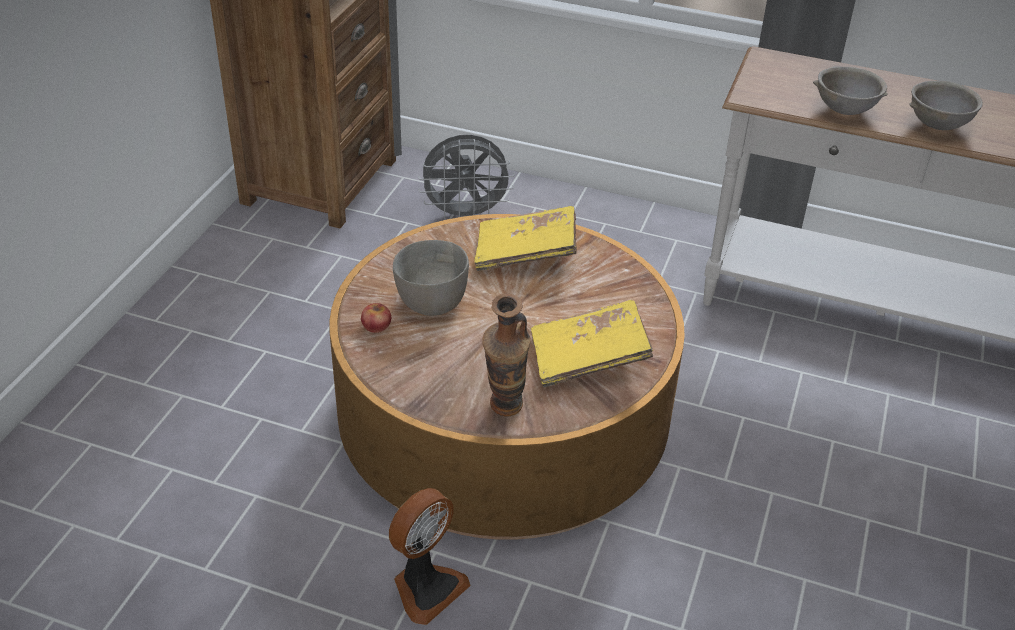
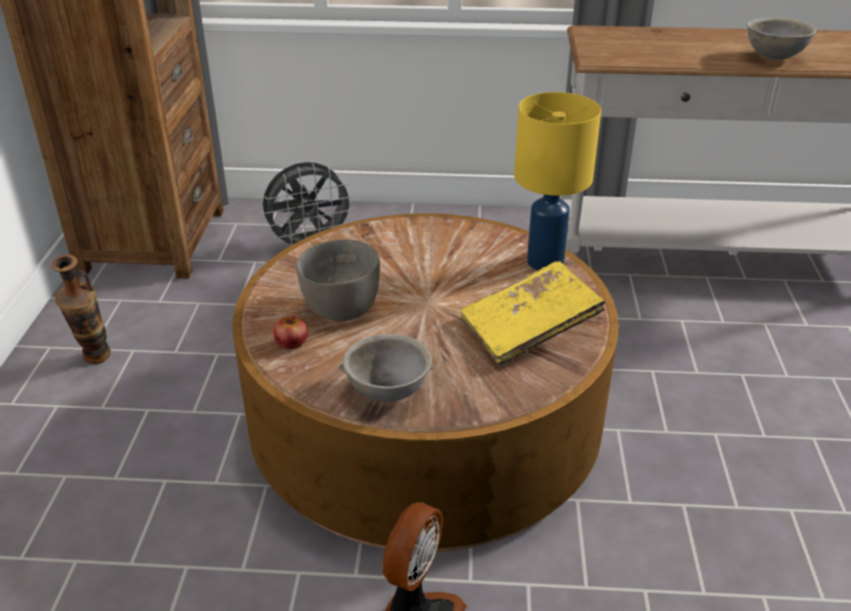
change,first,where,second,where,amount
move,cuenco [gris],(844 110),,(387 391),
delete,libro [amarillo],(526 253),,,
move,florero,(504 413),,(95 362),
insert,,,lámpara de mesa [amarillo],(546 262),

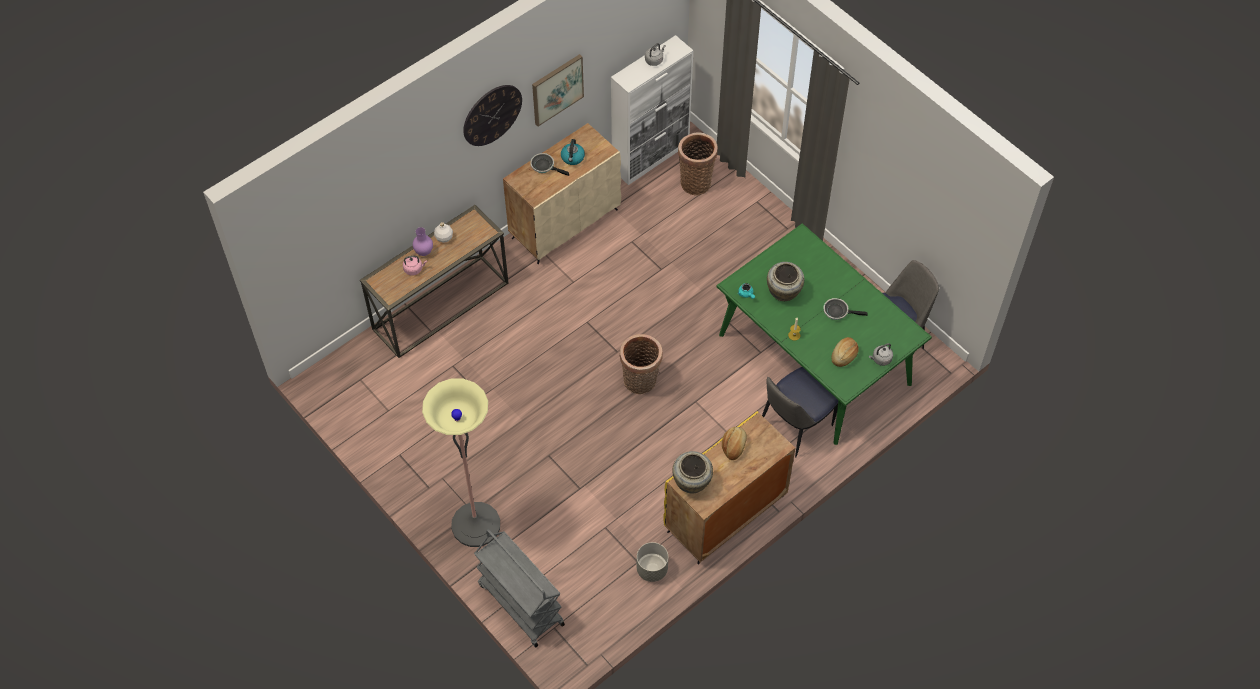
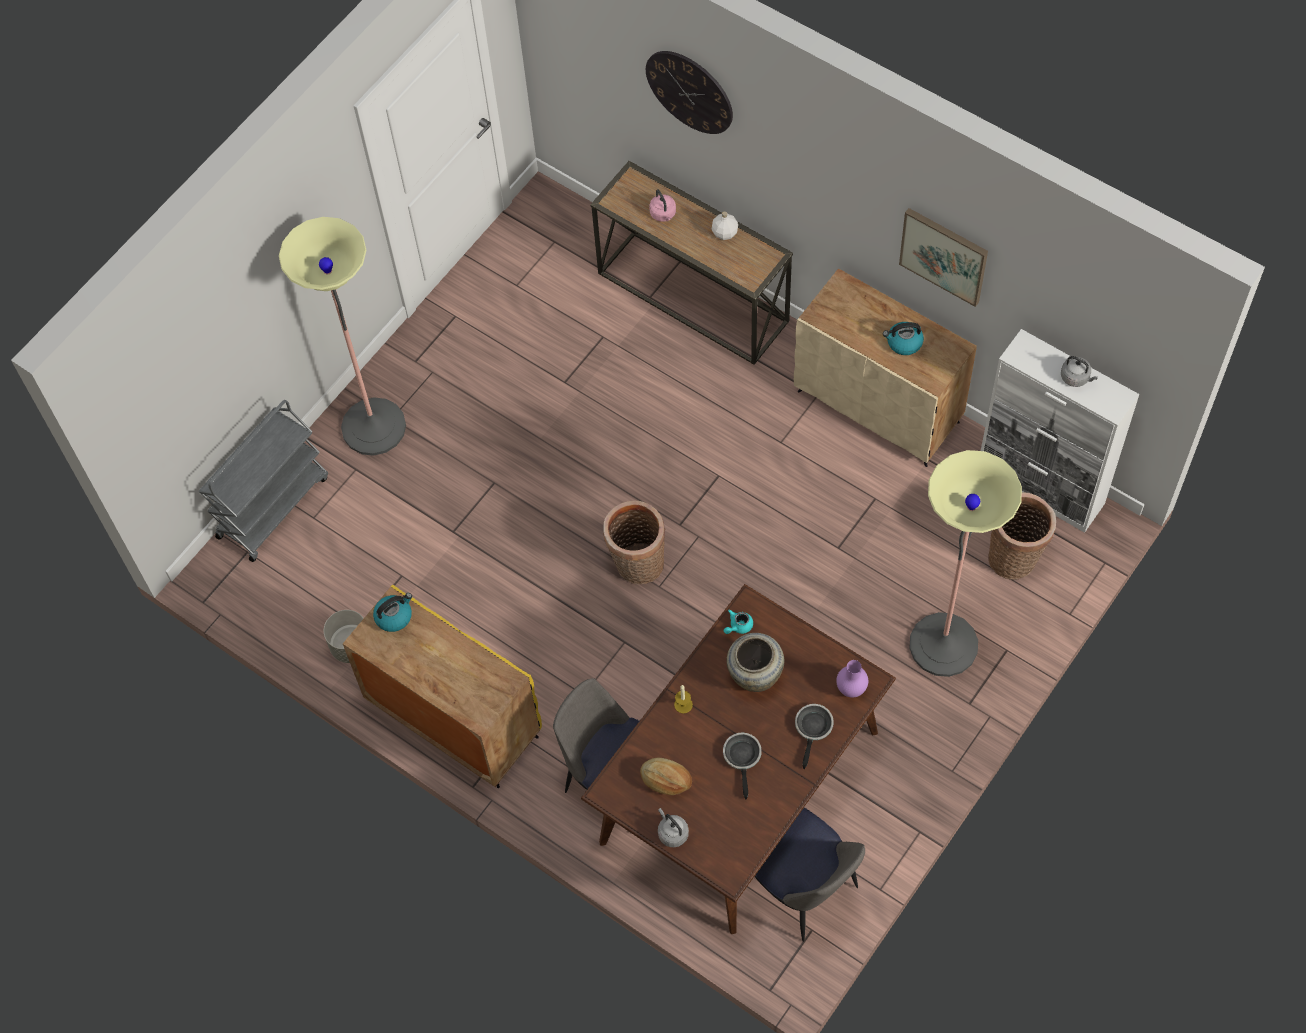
change,first,where,second,where,amount
move,reloj de pared,(492 115),,(689 91),
move,sartén,(544 166),,(813 728),
recolor,mesa de comedor [verde],(815 359),mesa de comedor [marrón],(739 788),
move,florero [morado],(423 252),,(851 688),
delete,pan,(734 446),,,
replace,florero [beis],(691 483),hervidor,(394 616),
insert,,,lámpara de pie,(943 645),

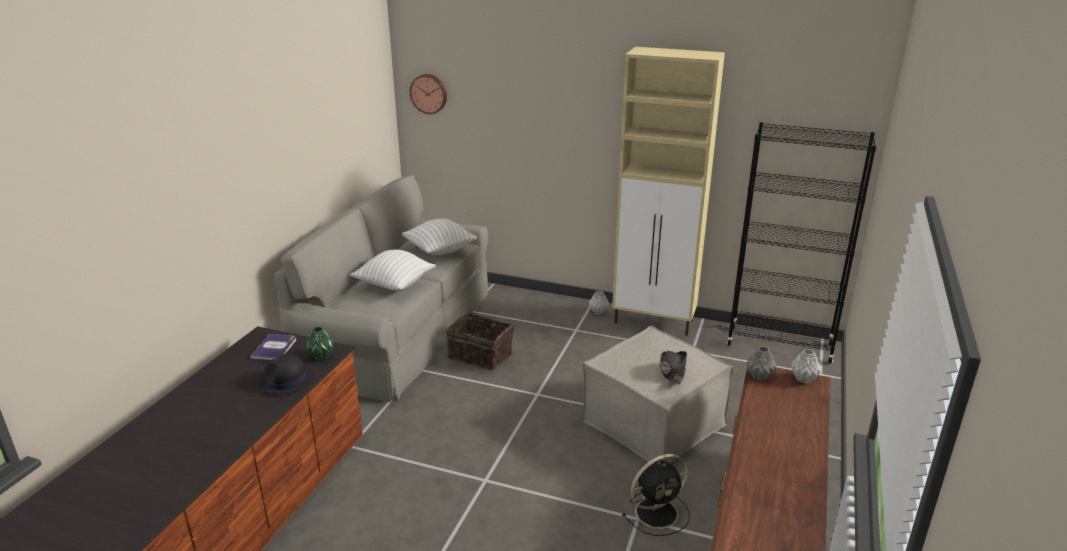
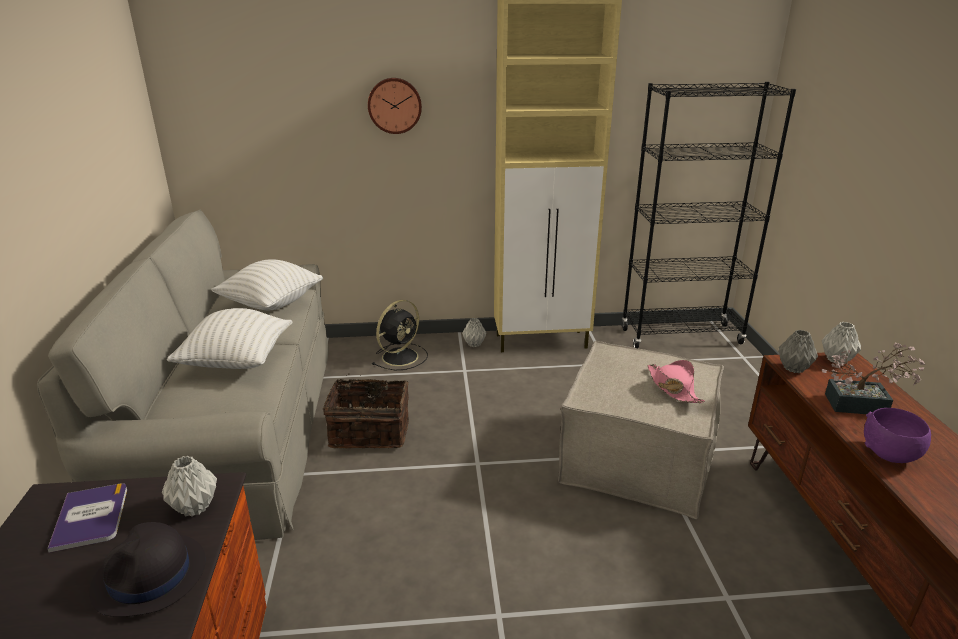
change,first,where,second,where,amount
move,reloj de pared,(429 93),,(394 105),
recolor,florero [verde],(321 356),florero [gris],(194 508),
recolor,sombrero [negro],(672 370),sombrero [rosa],(673 388),
move,ventilador [negro],(658 512),,(401 356),
insert,,,planta en maceta,(863 405),
insert,,,cuenco [morado],(890 454),

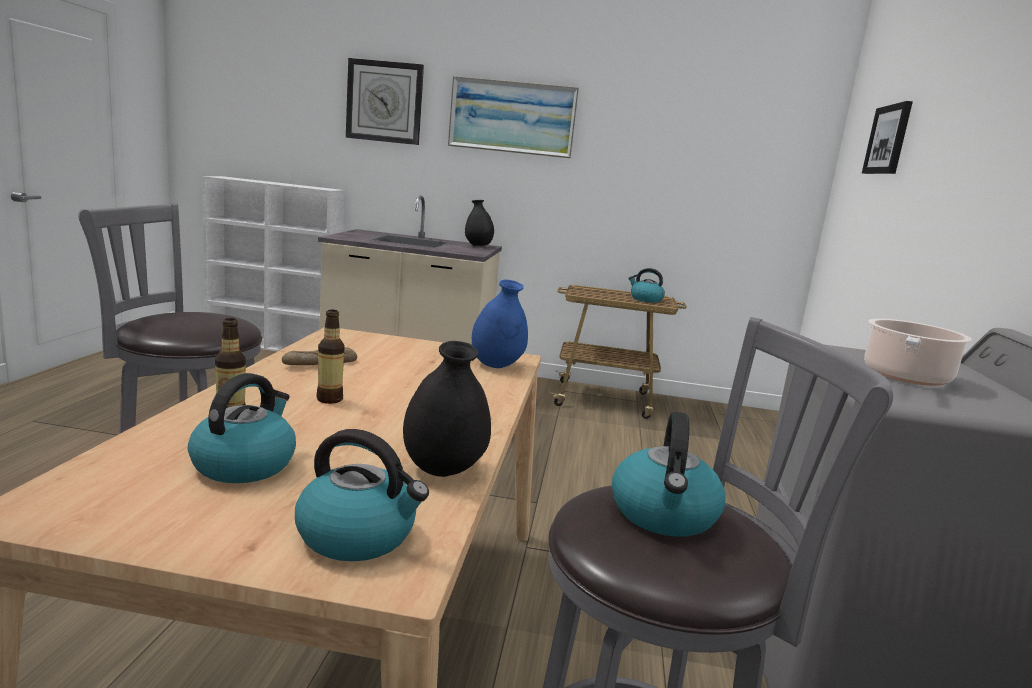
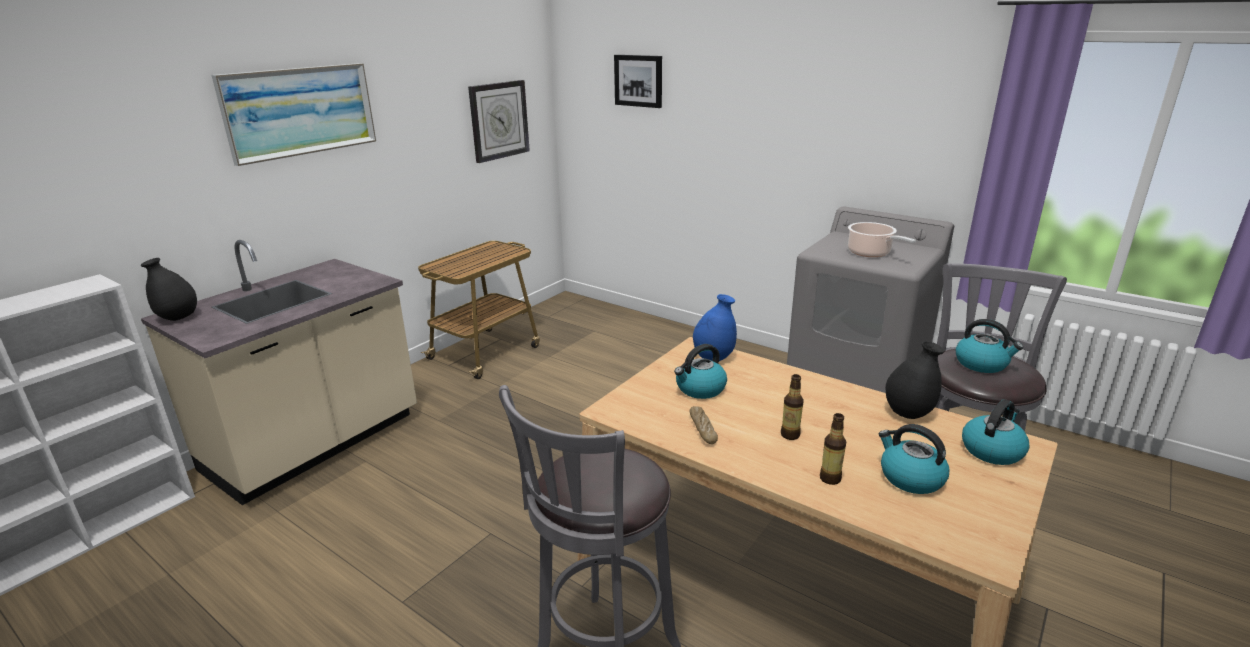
change,first,where,second,where,amount
move,reloj de pared,(384 102),,(499 120),
move,florero [negro],(478 246),,(178 318),
move,hervidor,(645 299),,(700 389),

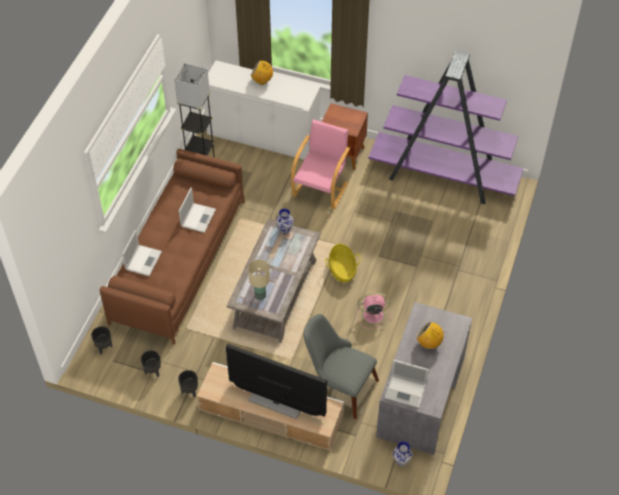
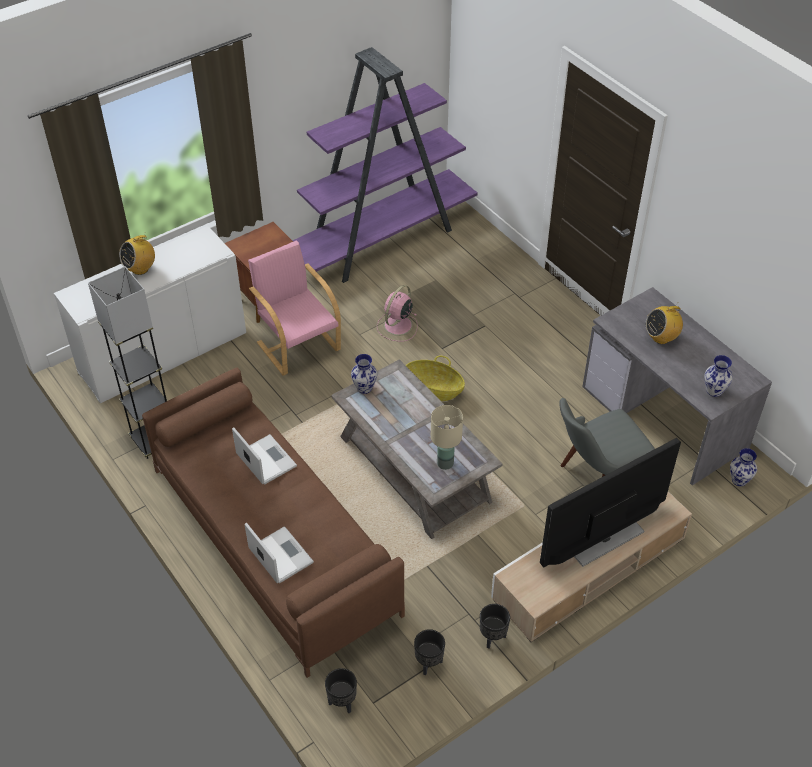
change,first,where,second,where,amount
move,ventilador [rosa],(372 315),,(397 326),
replace,portátil,(406 391),florero,(714 390),

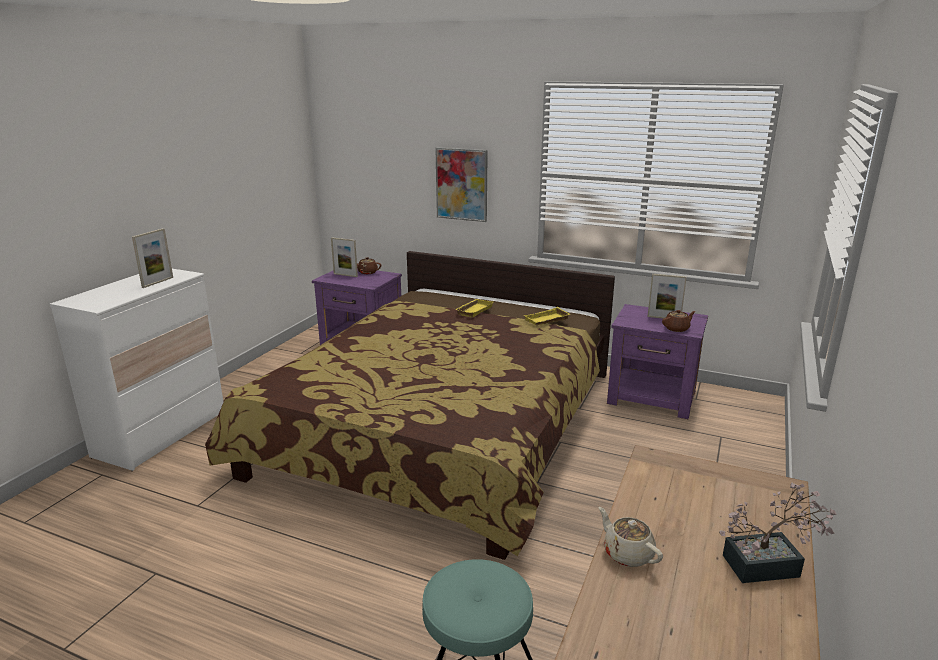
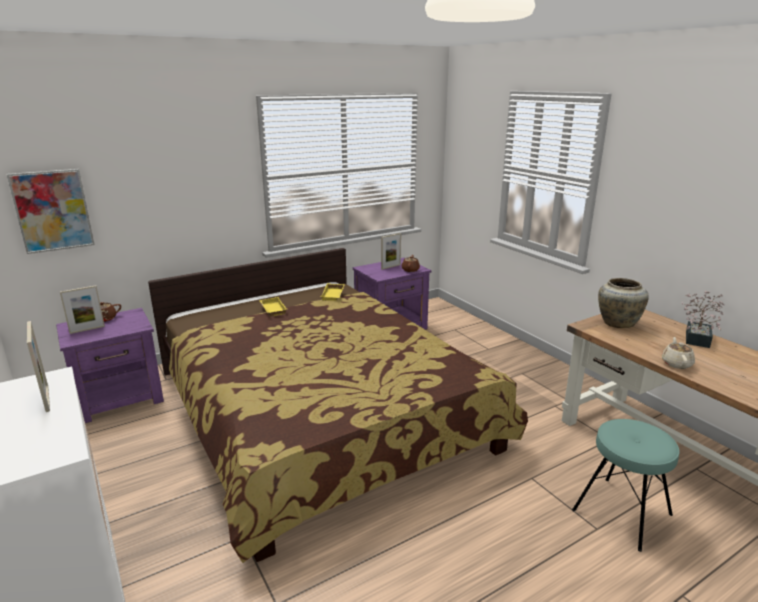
change,first,where,second,where,amount
move,cuadro,(461 184),,(52 211),
rotate,tetera [beis],(627 553),,(676 363),105 degrees clockwise
insert,,,florero [beis],(618 323),

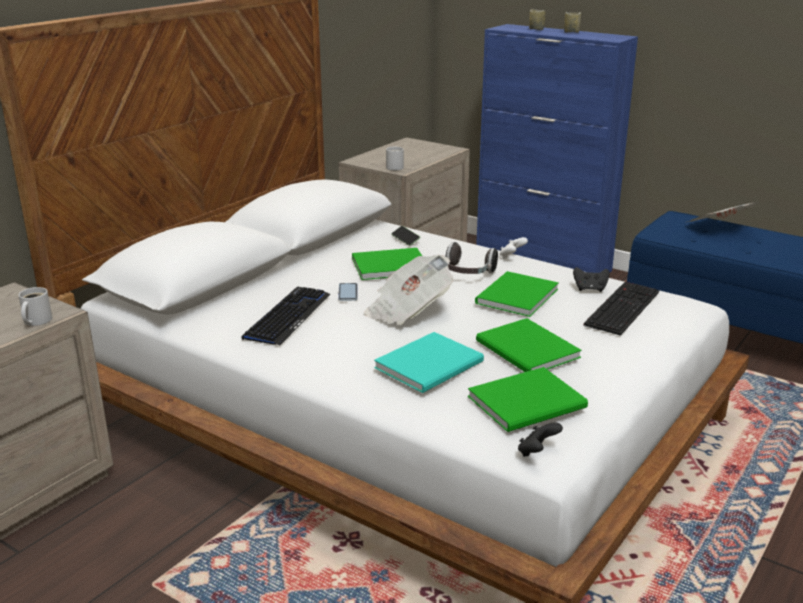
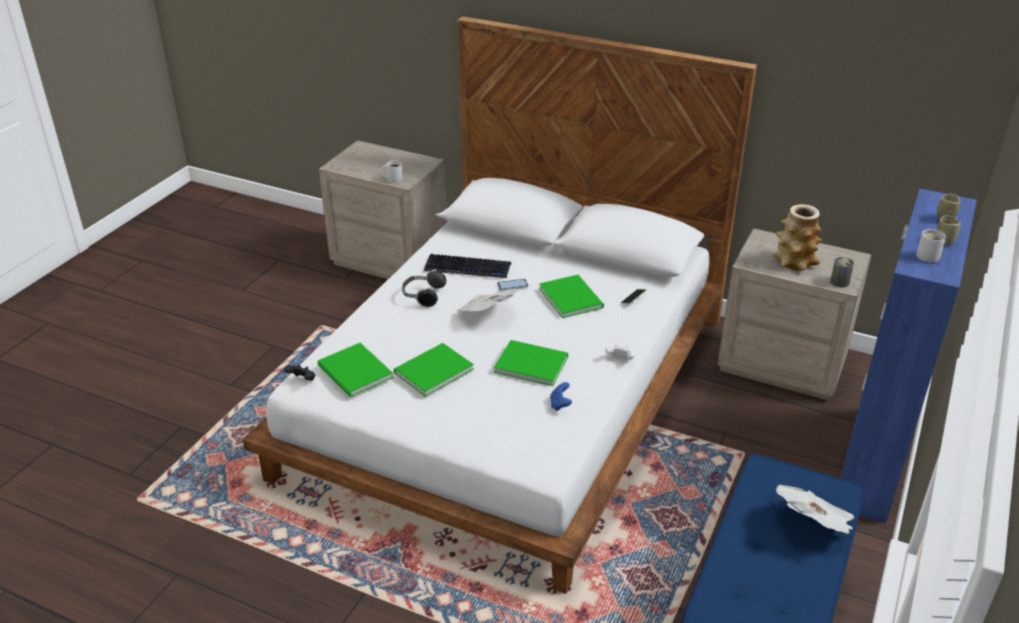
change,first,where,second,where,amount
move,taza grande [blanco],(394 167),,(930 256),
move,auriculares,(468 274),,(423 296),
recolor,mando de consola [negro],(590 289),mando de consola [azul],(560 404),
delete,teclado,(621 307),,,
delete,libro [turquesa],(432 364),,,
insert,,,florero,(794 262),
insert,,,lata,(839 282),

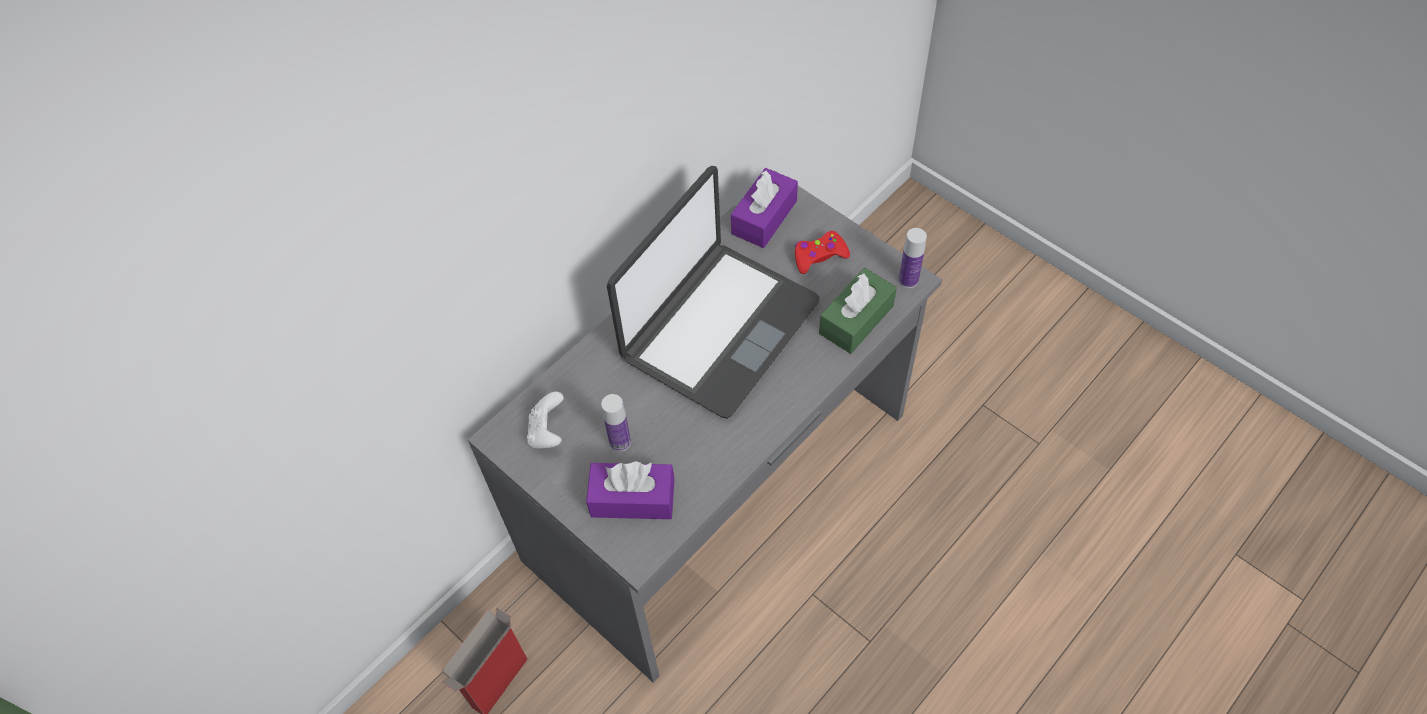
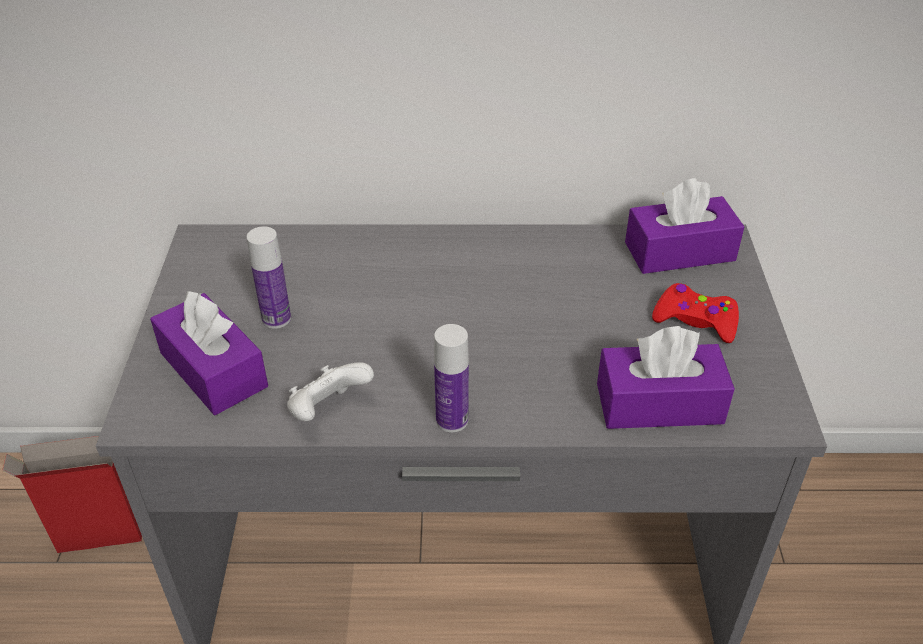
change,first,where,second,where,amount
delete,portátil,(718 329),,,
move,botella,(908 280),,(452 420),
recolor,caja de pañuelos [verde],(856 319),caja de pañuelos [morado],(659 403),
move,mando de consola [blanco],(547 432),,(328 410),

